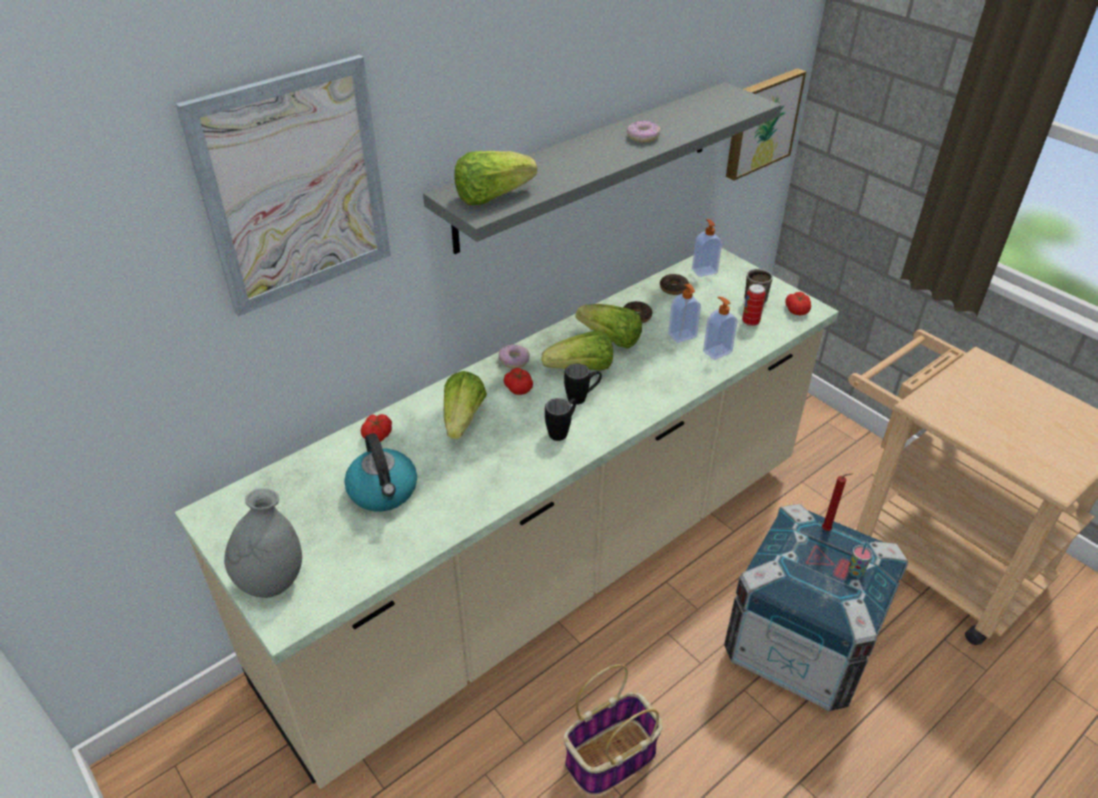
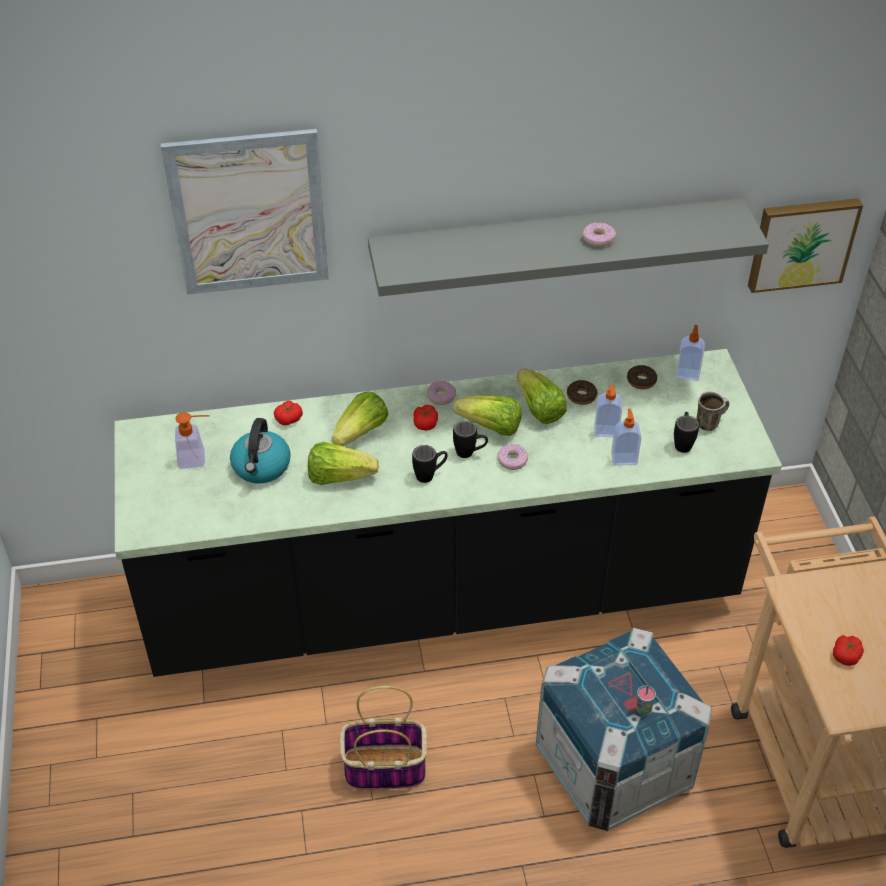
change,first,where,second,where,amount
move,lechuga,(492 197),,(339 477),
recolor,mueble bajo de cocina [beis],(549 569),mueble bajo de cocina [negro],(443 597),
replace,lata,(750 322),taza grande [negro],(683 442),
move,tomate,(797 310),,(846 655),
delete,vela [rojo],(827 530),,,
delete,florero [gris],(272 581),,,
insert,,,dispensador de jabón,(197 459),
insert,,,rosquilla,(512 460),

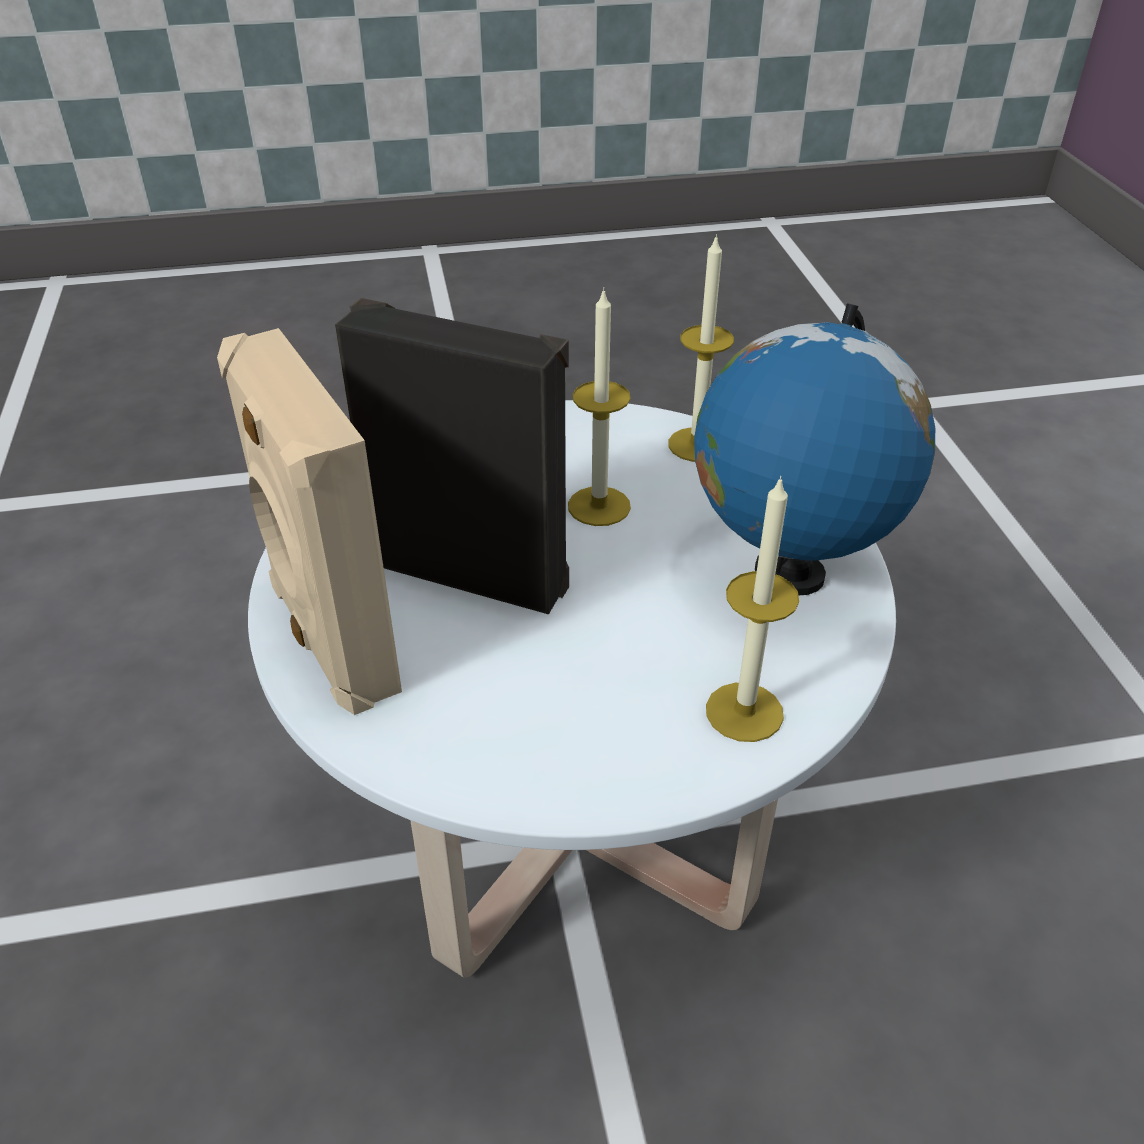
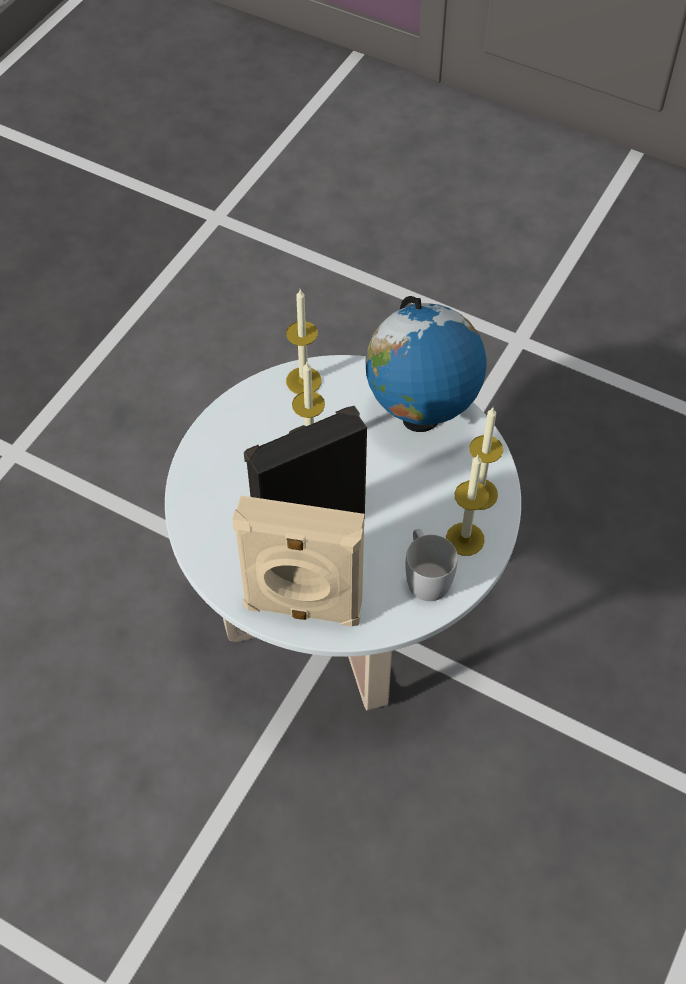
change,first,where,second,where,amount
insert,,,vela,(465 539),
insert,,,taza grande [blanco],(425 575),

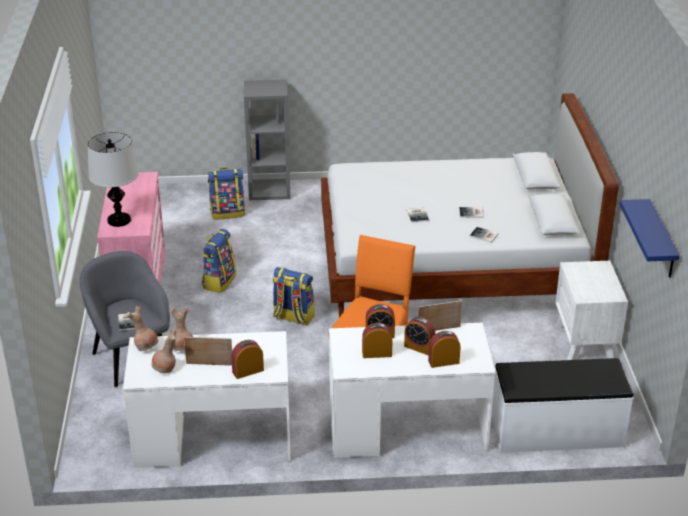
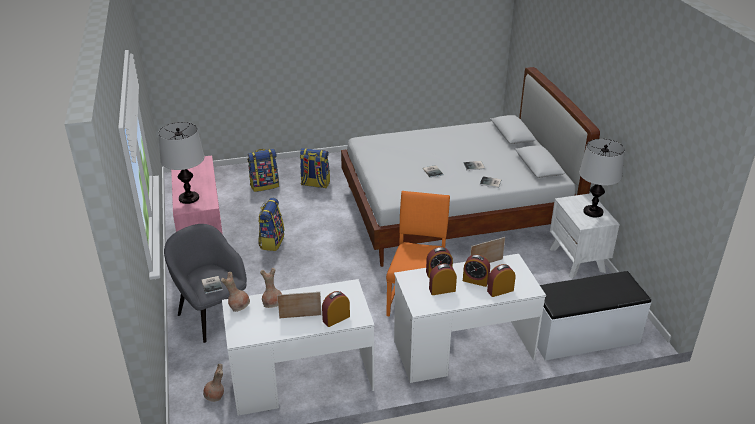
change,first,where,second,where,amount
delete,estantería [gris],(270 190),,,
delete,estante [azul],(661 240),,,
move,mochila,(293 317),,(315 184),
move,florero [marrón],(165 369),,(215 396),
insert,,,lámpara de mesa,(593 212),

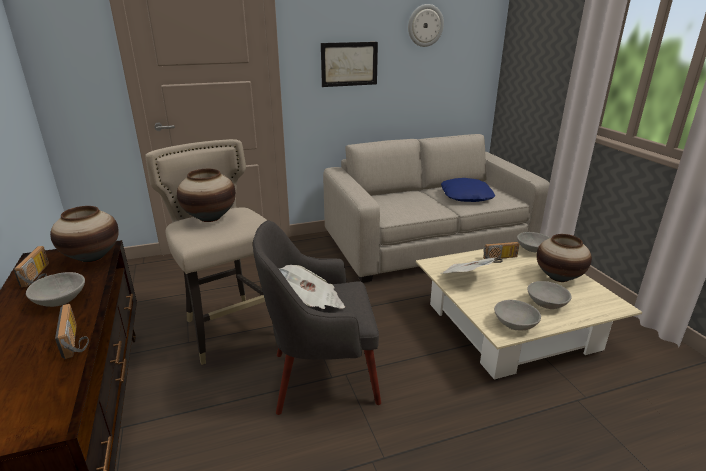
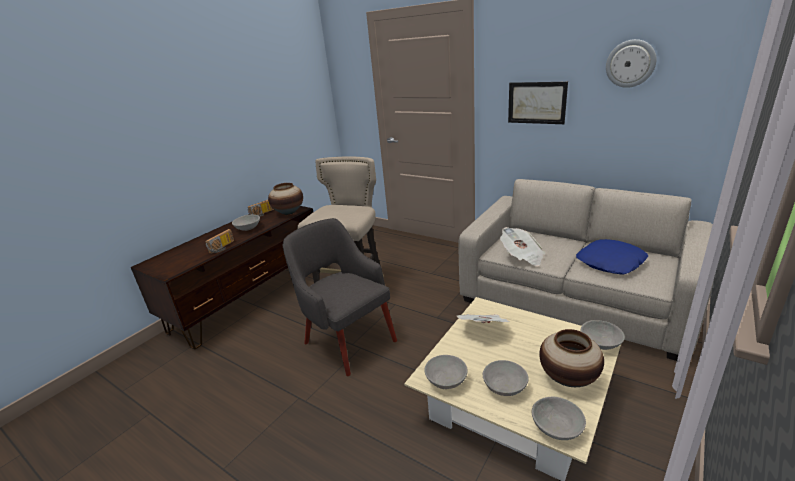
change,first,where,second,where,amount
delete,florero,(210 218),,,
delete,radio,(500 259),,,
move,periódico,(312 302),,(522 257),
insert,,,cuenco [gris],(557 428),

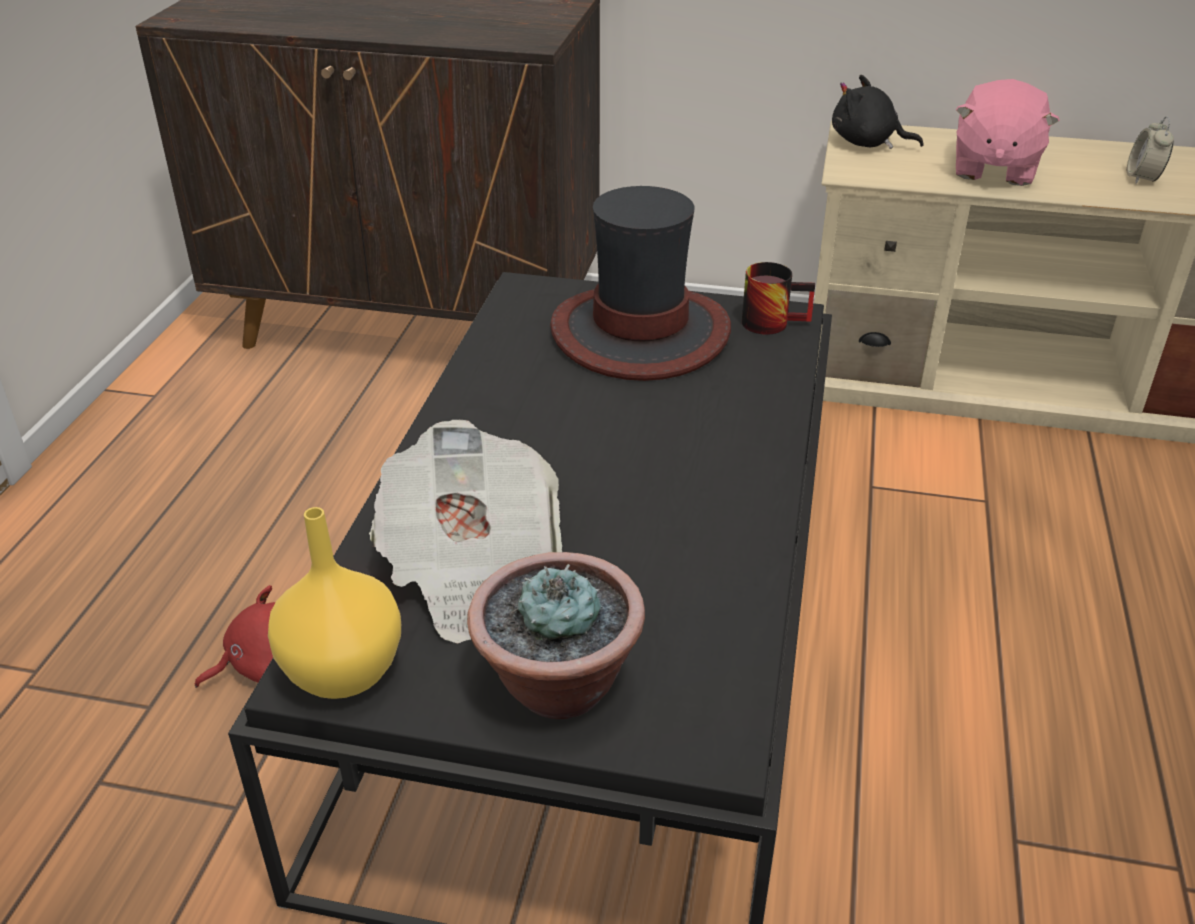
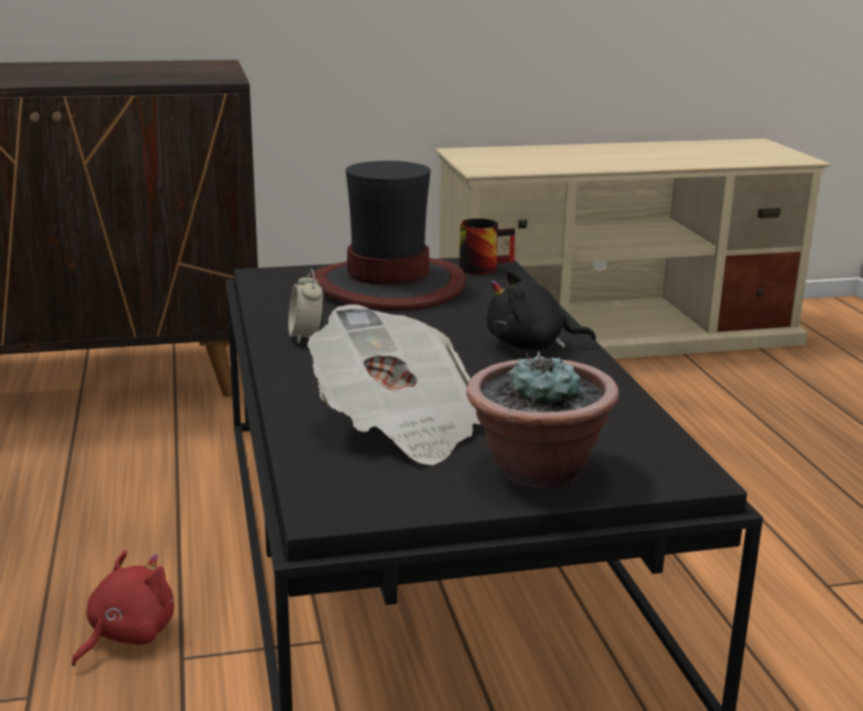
change,first,where,second,where,amount
move,peluche [negro],(867 143),,(530 345),
delete,peluche [rosa],(993 169),,,
move,despertador,(1142 179),,(306 337),
delete,florero [amarillo],(341 671),,,

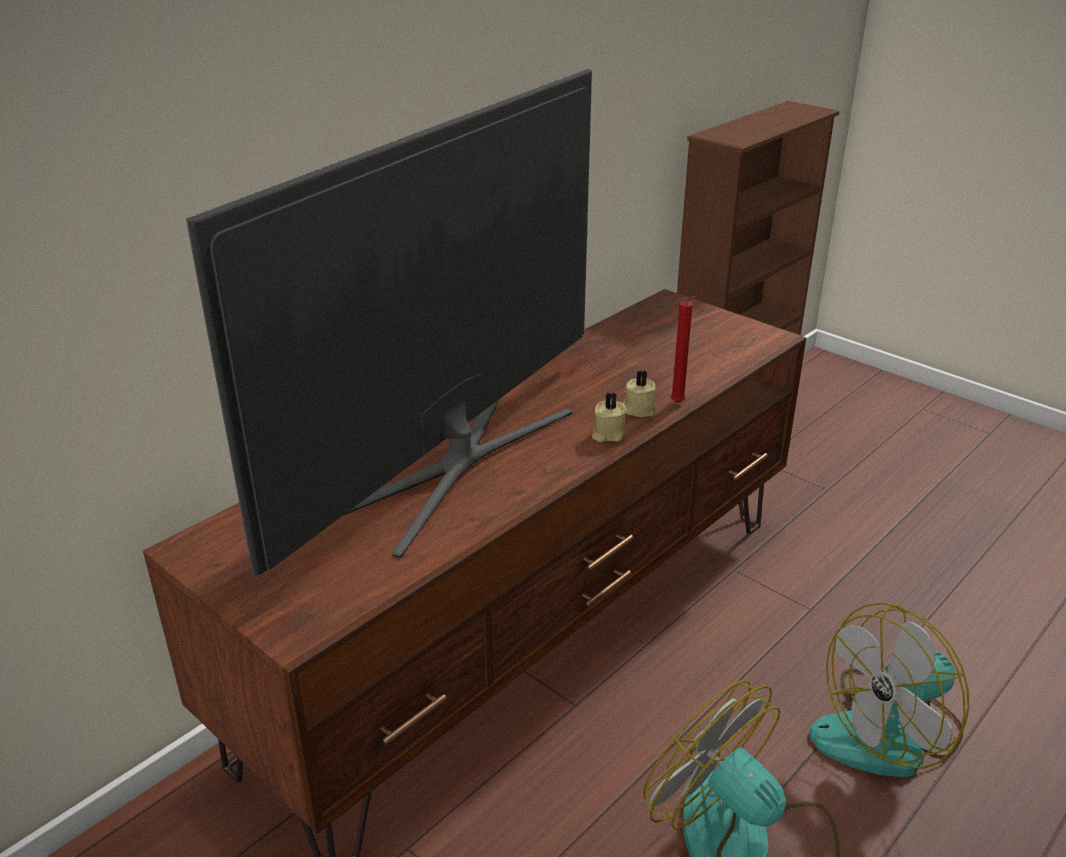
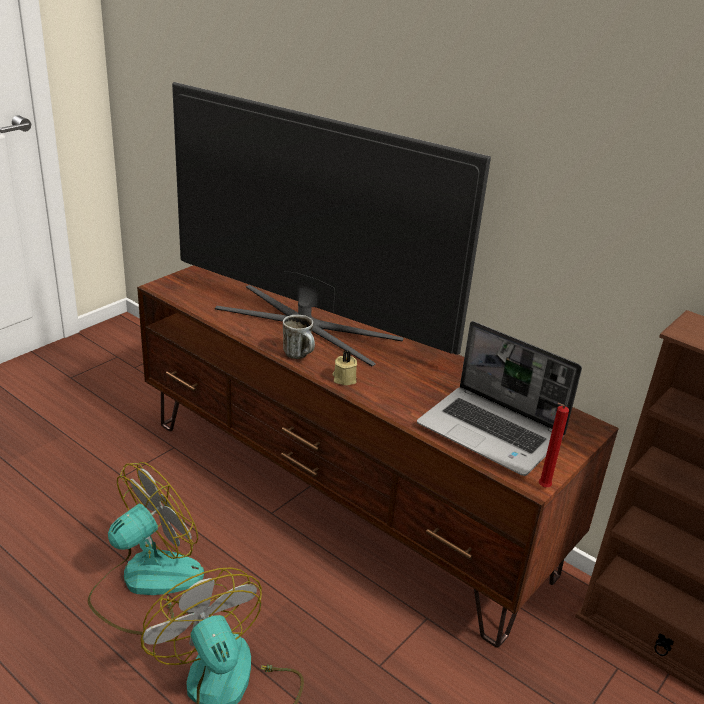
change,first,where,second,where,amount
move,vela [rojo],(679 404),,(542 488),
delete,vela [beis],(638 409),,,
insert,,,taza grande,(300 355),
insert,,,portátil,(492 432),

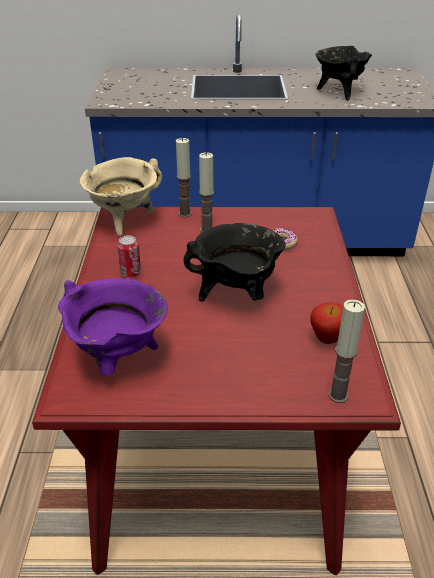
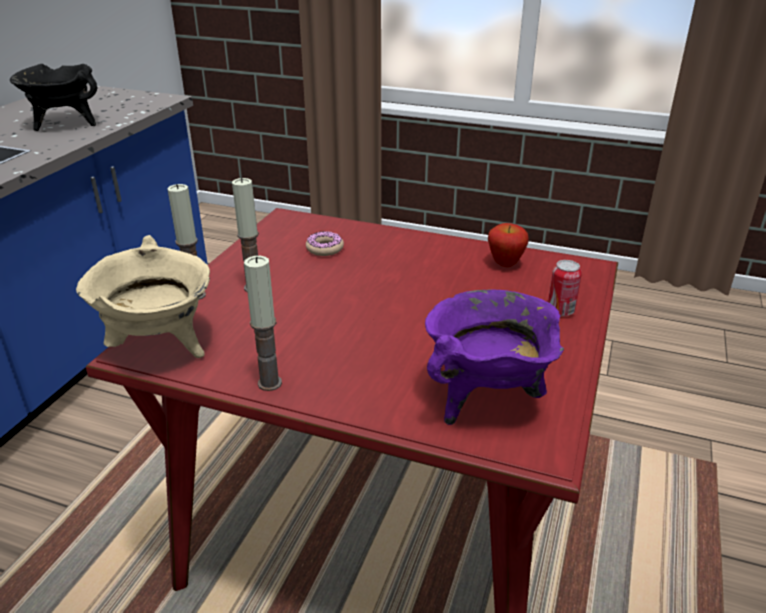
change,first,where,second,where,amount
delete,olla [negro],(236 295),,,
move,lata,(131 273),,(560 311),
move,vela,(338 395),,(270 383),

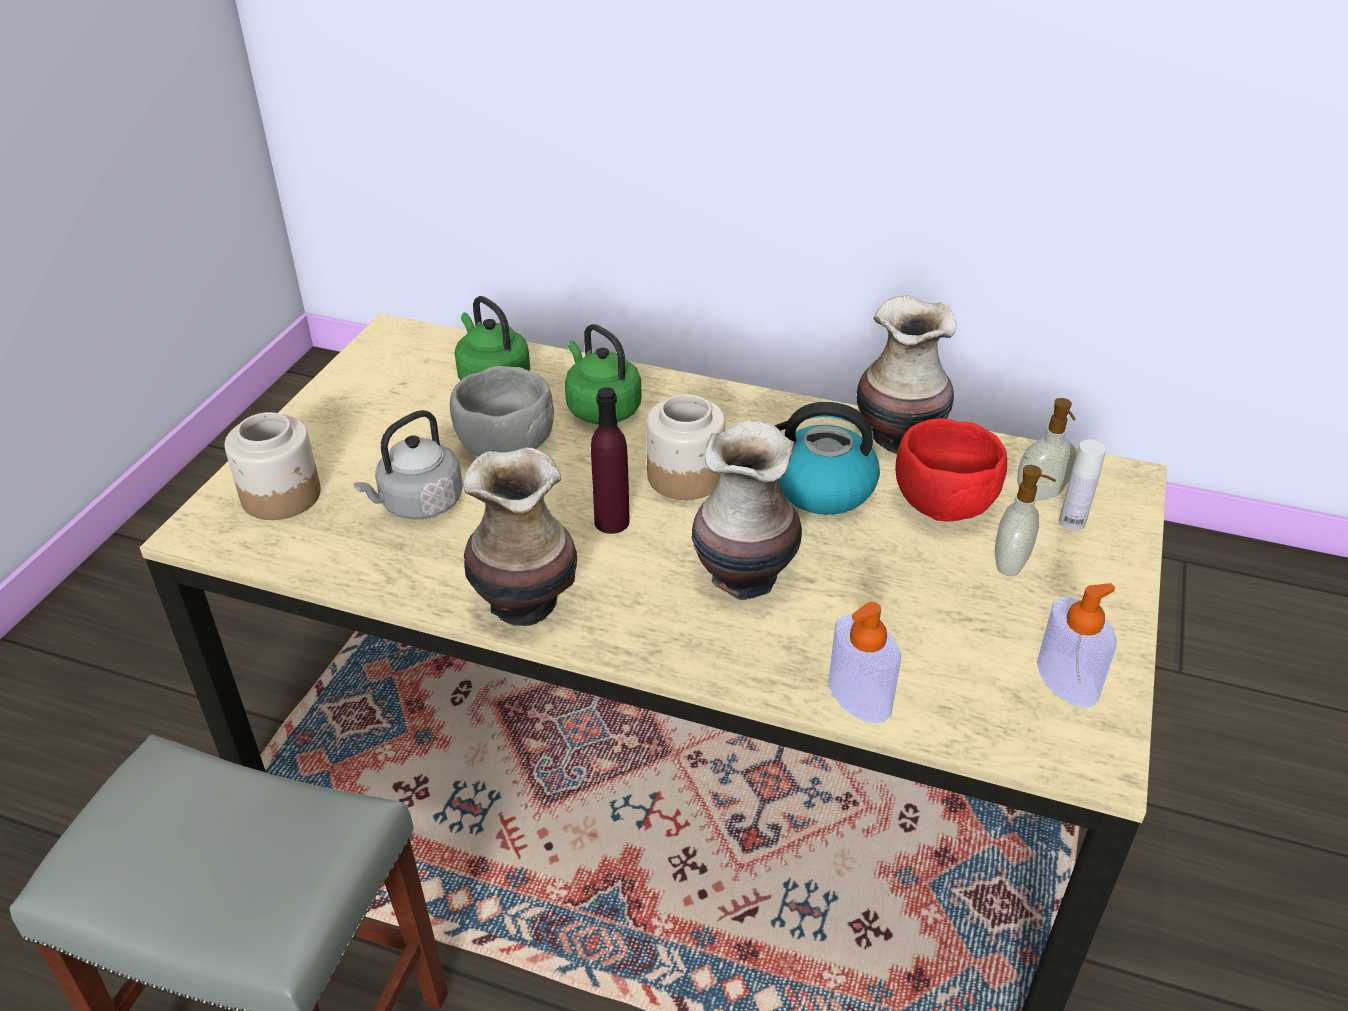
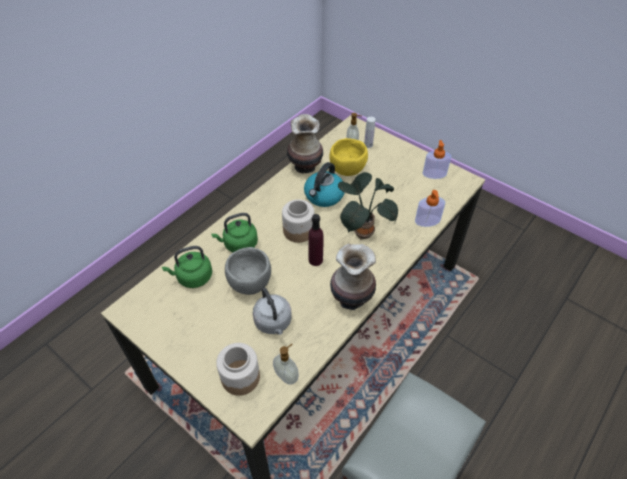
change,first,where,second,where,amount
recolor,cuenco [rojo],(942 507),cuenco [amarillo],(348 170),
replace,florero,(743 576),planta en maceta,(362 231),
move,dispensador de jabón,(1012 564),,(287 376),

